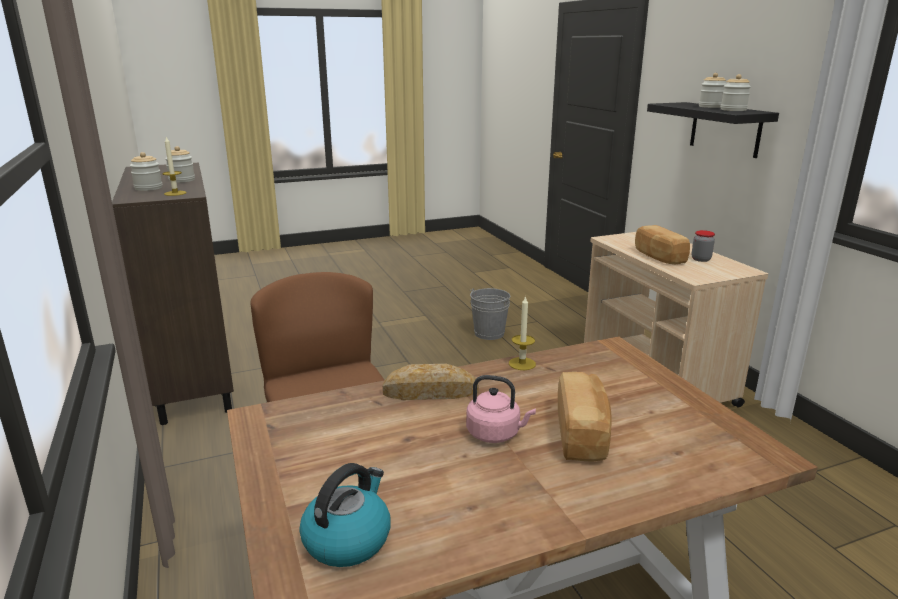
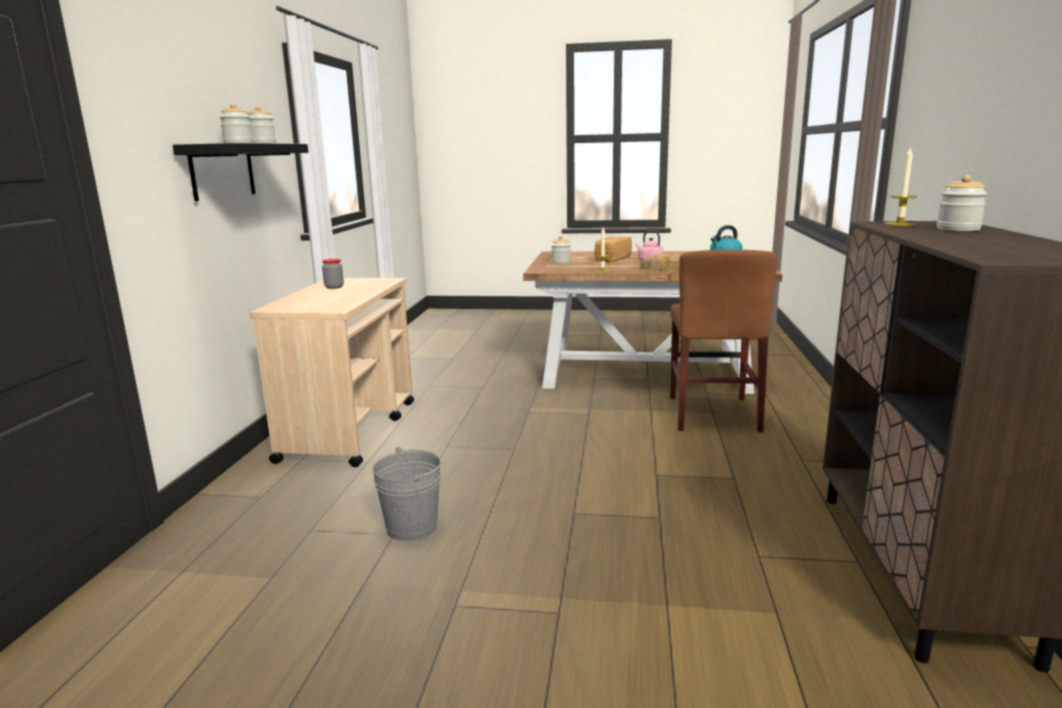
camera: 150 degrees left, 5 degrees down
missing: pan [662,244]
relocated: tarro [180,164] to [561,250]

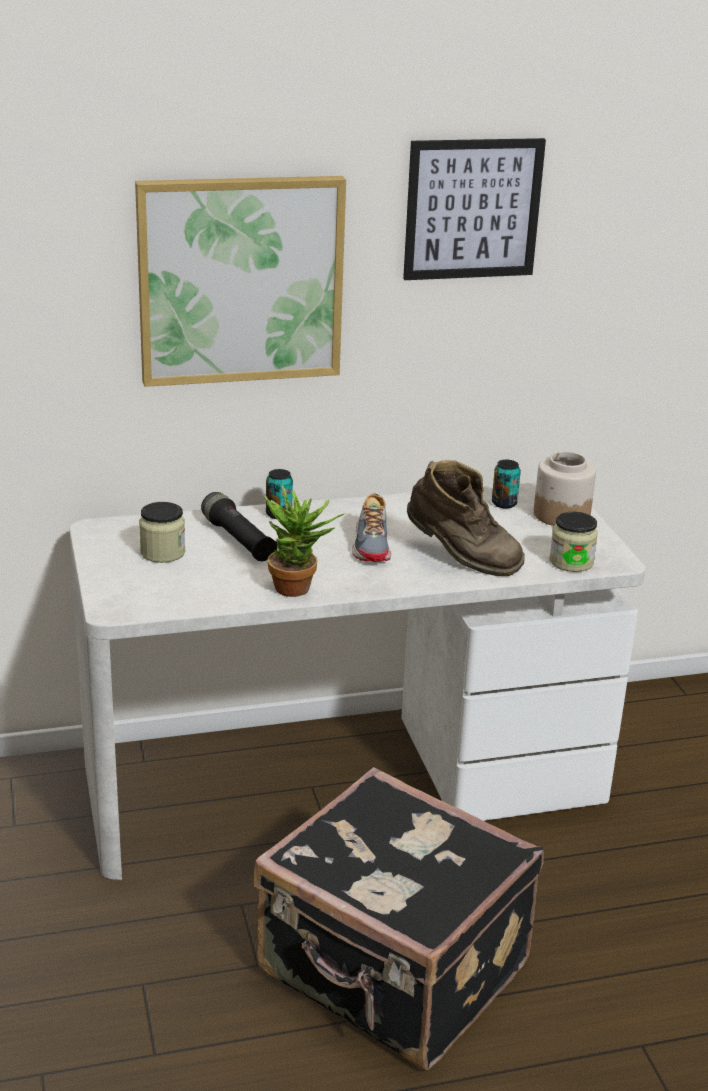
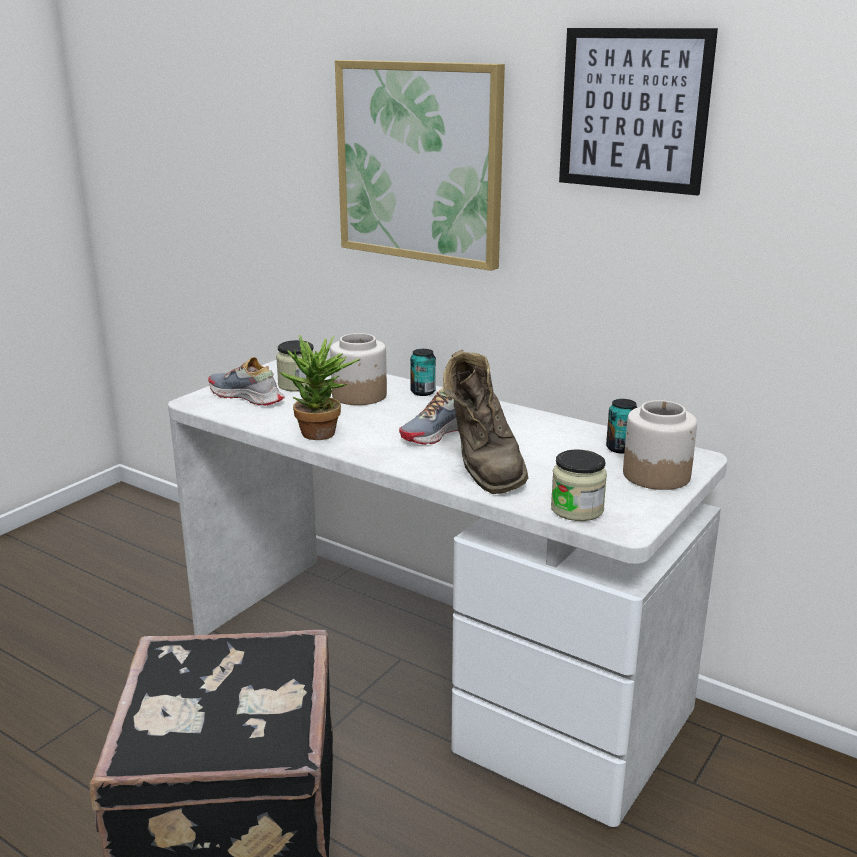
camera: 50 degrees right, 5 degrees down
appeared: zapato [246,381]
exchanged: linterna/negro [239,526] to tarro [358,369]

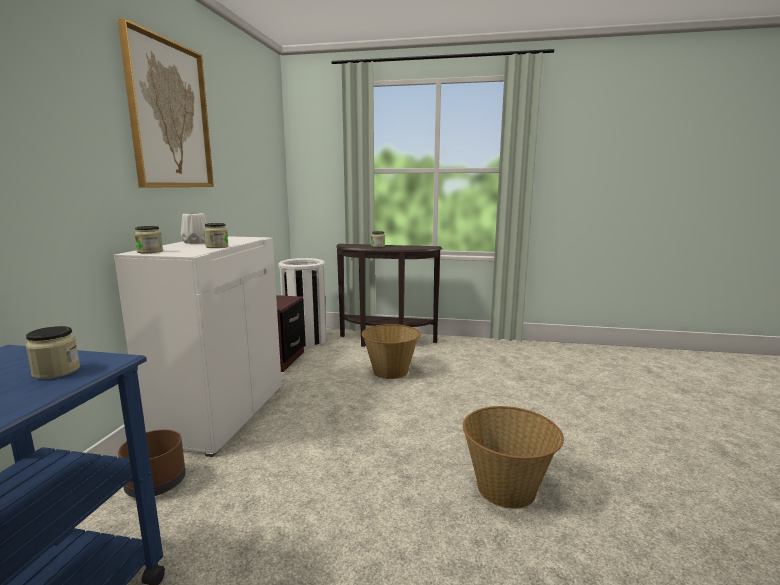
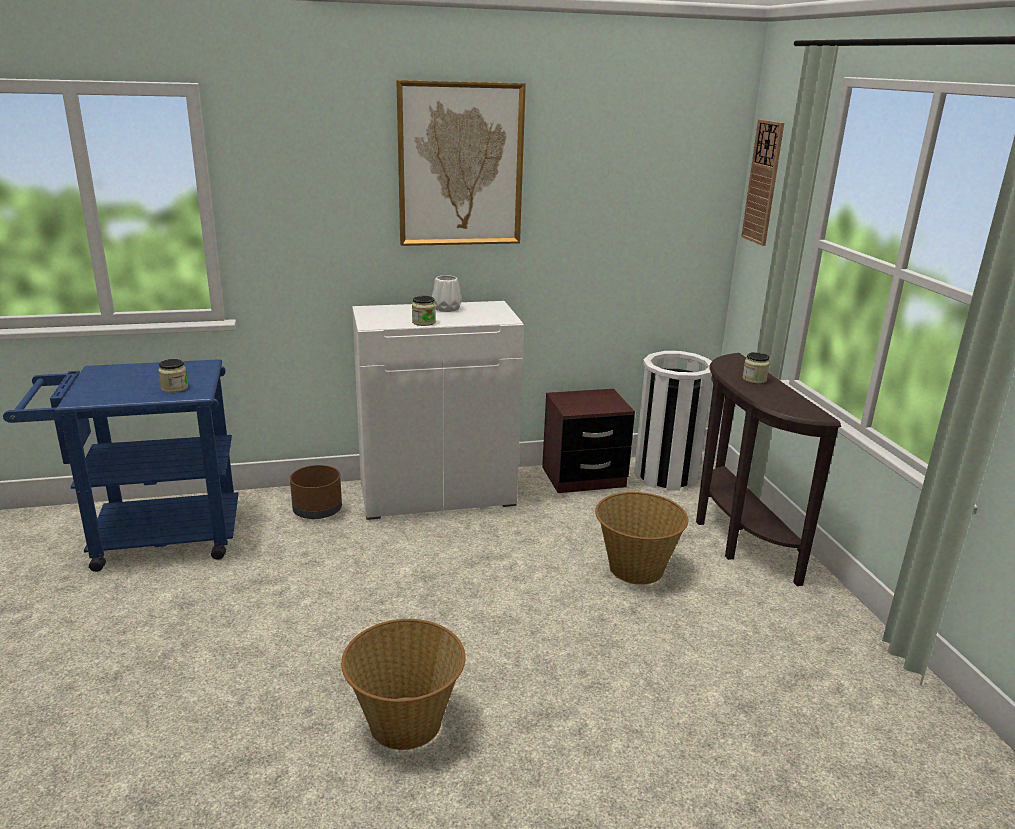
camera: 65 degrees right, 10 degrees up
missing: tarro [148,239]
appeared: reloj de pared [762,182]

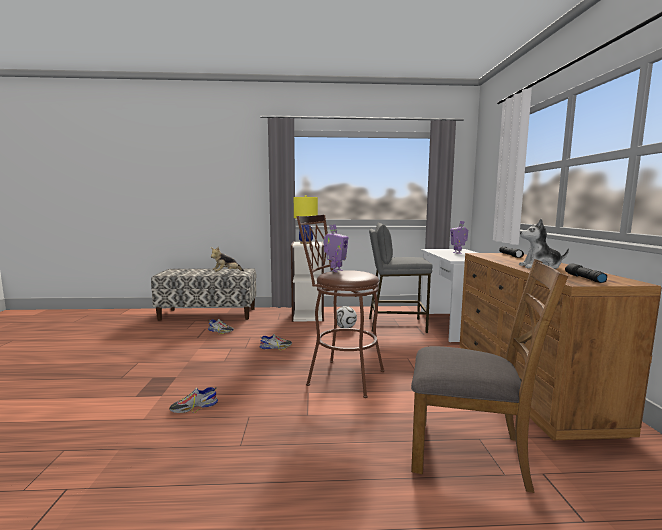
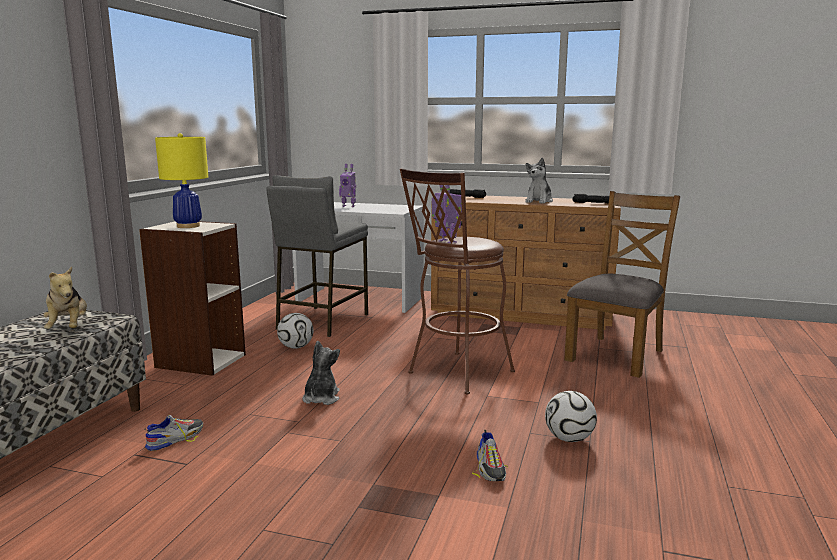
camera: 70 degrees left, 5 degrees up
appeared: balón de fútbol [571,416]
exchanged: zapato [276,342] to peluche [321,373]

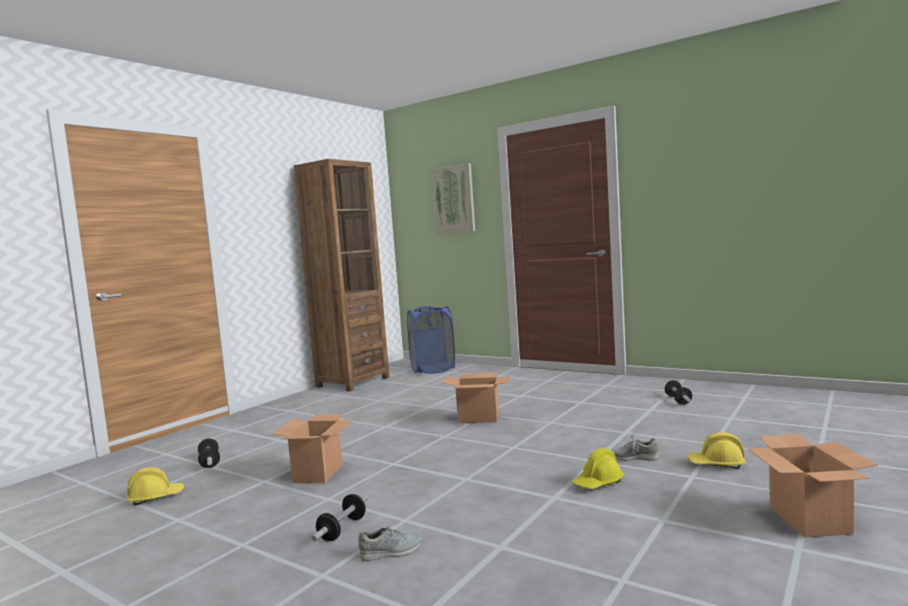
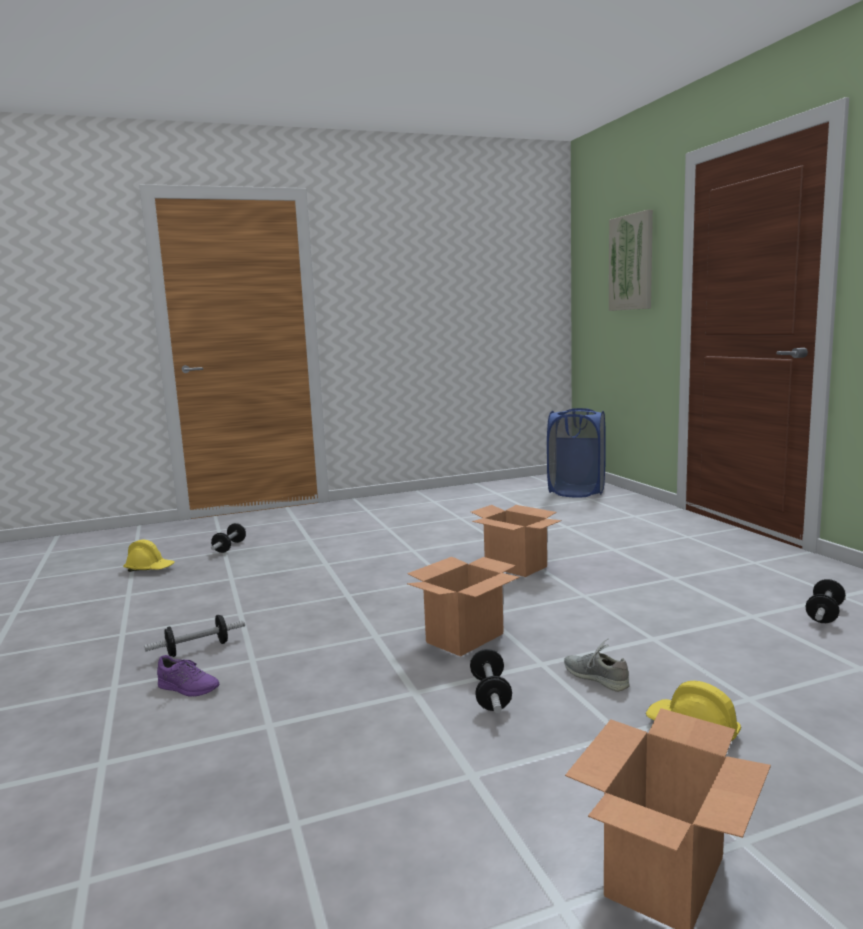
camera: 35 degrees right, 5 degrees up
missing: estantería/marrón [341,275]
relocated: caja de cartón [313,448] to [463,607]
exchanged: casco/amarillo [598,468] to mancuerna [491,681]
colour: zapato/gris [390,543] to zapato/morado [188,676]

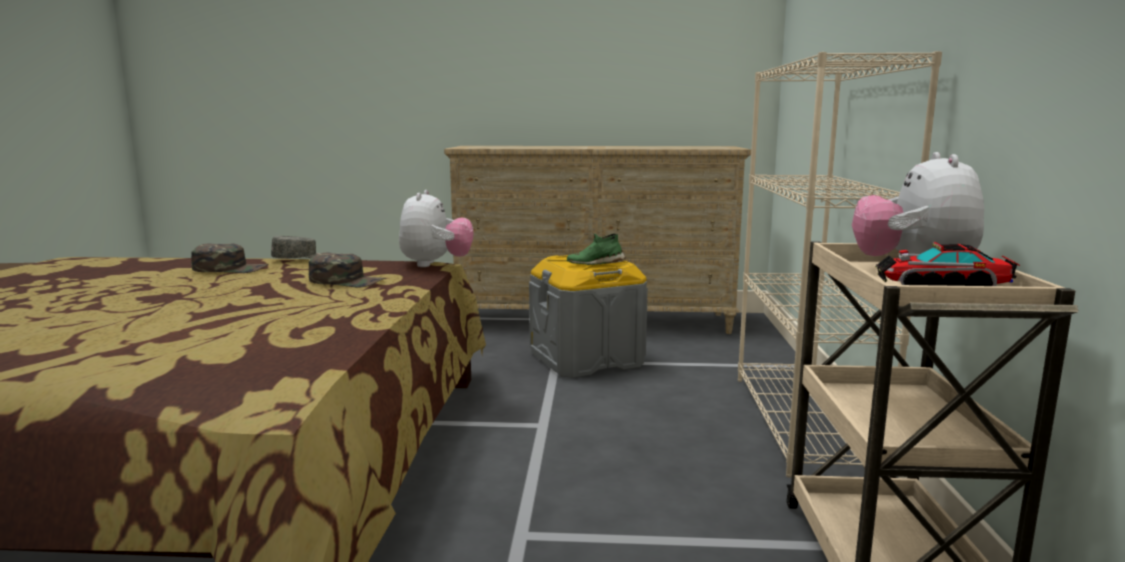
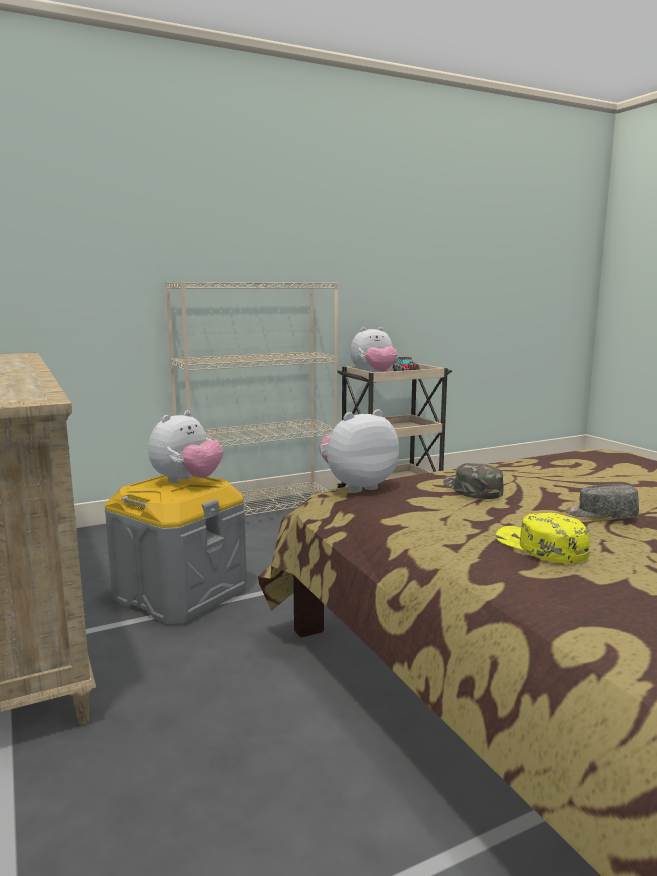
camera: 120 degrees left, 0 degrees up
relocated: gorra/gris [295,247] to [602,501]
exchanged: zapato/verde [596,249] to peluche [185,447]
colour: gorra/verde [230,258] to gorra/amarillo [543,538]

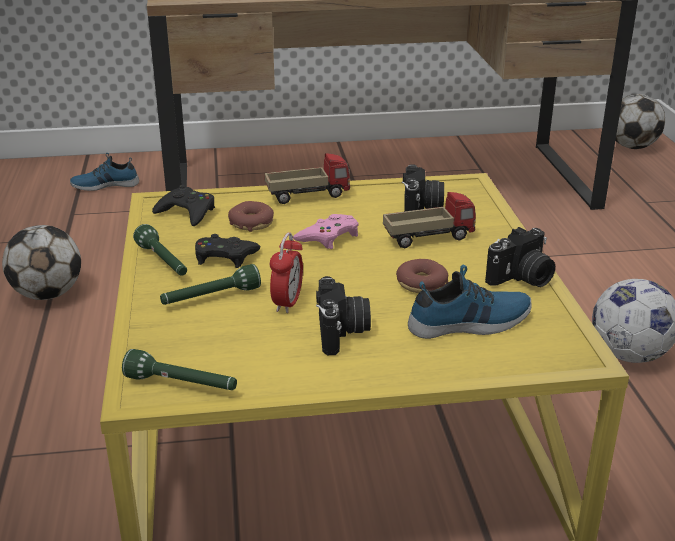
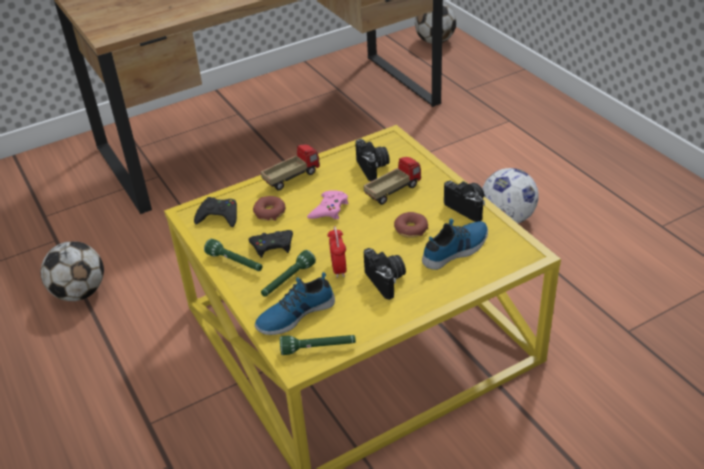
camera: 20 degrees left, 10 degrees up
relocated: zapato [104,172] to [295,303]
spun: cámara [520,257] = [464,201] 75 degrees counterclockwise

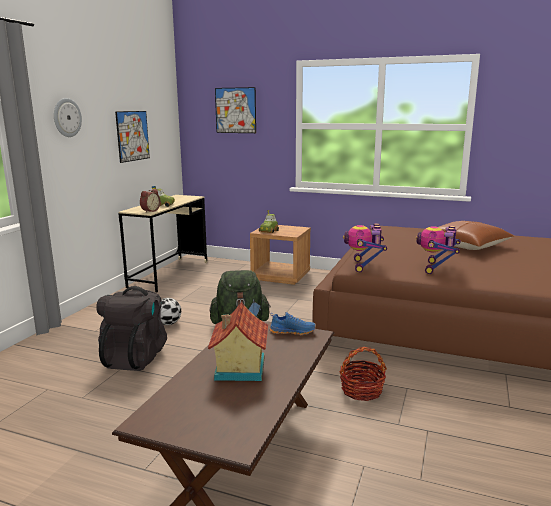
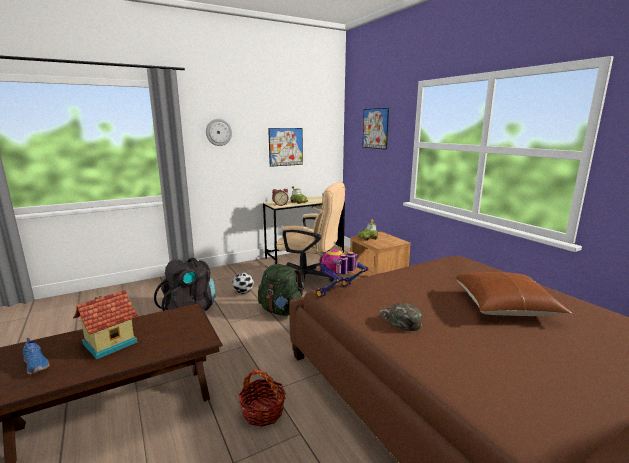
camera: 40 degrees right, 0 degrees up
appeared: silla de oficina/beis [310,236]
relocated: zapato/azul [293,323] to [36,356]
exchanged: robot de juguete [438,250] to gorra/verde [400,317]

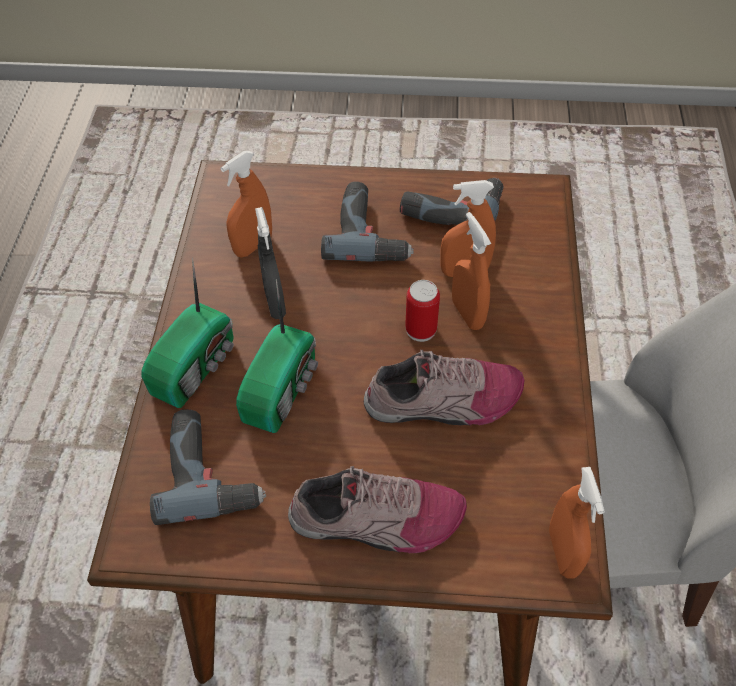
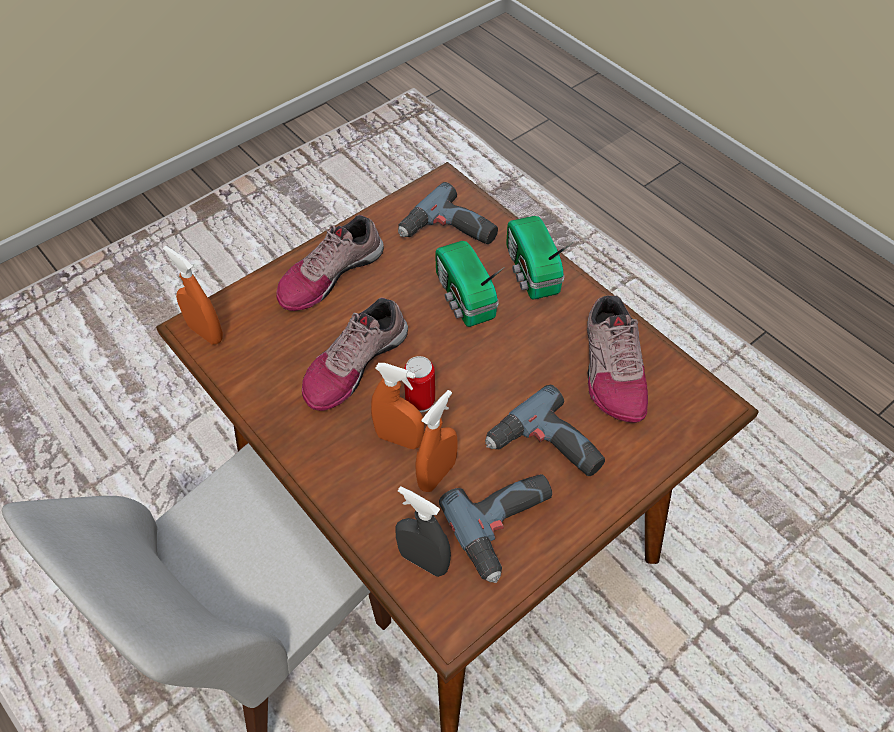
camera: 135 degrees right, 0 degrees up
relocated: pulverizador/gris [270,263] to [423,531]
exchanged: pulverizador/naranja [246,204] to zapato [617,359]

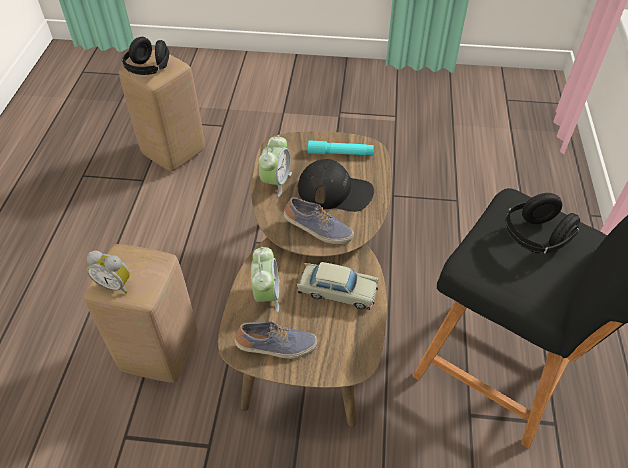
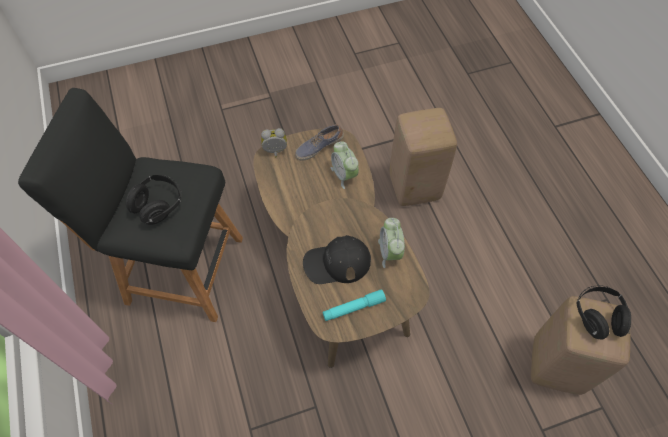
camera: 155 degrees right, 10 degrees up
missing: zapato [319,220]; coche de juguete/beis [337,286]
relocated: despertador [108,272] to [274,143]

